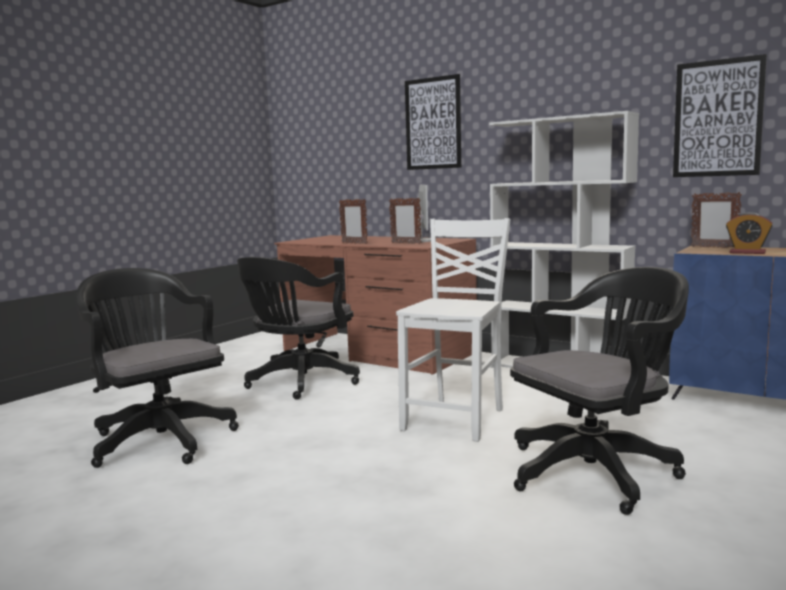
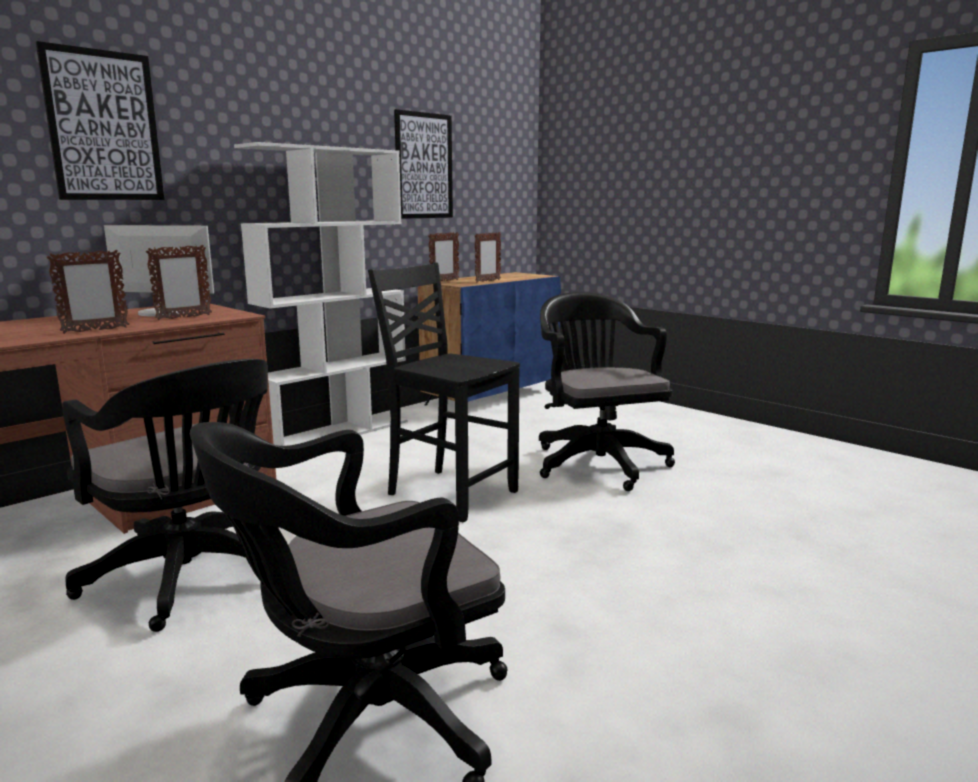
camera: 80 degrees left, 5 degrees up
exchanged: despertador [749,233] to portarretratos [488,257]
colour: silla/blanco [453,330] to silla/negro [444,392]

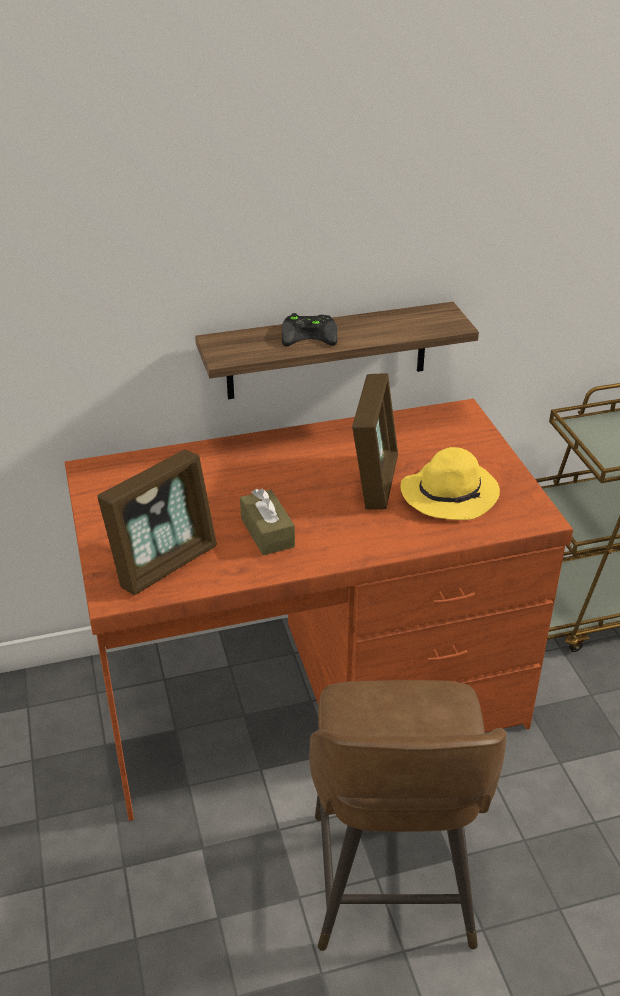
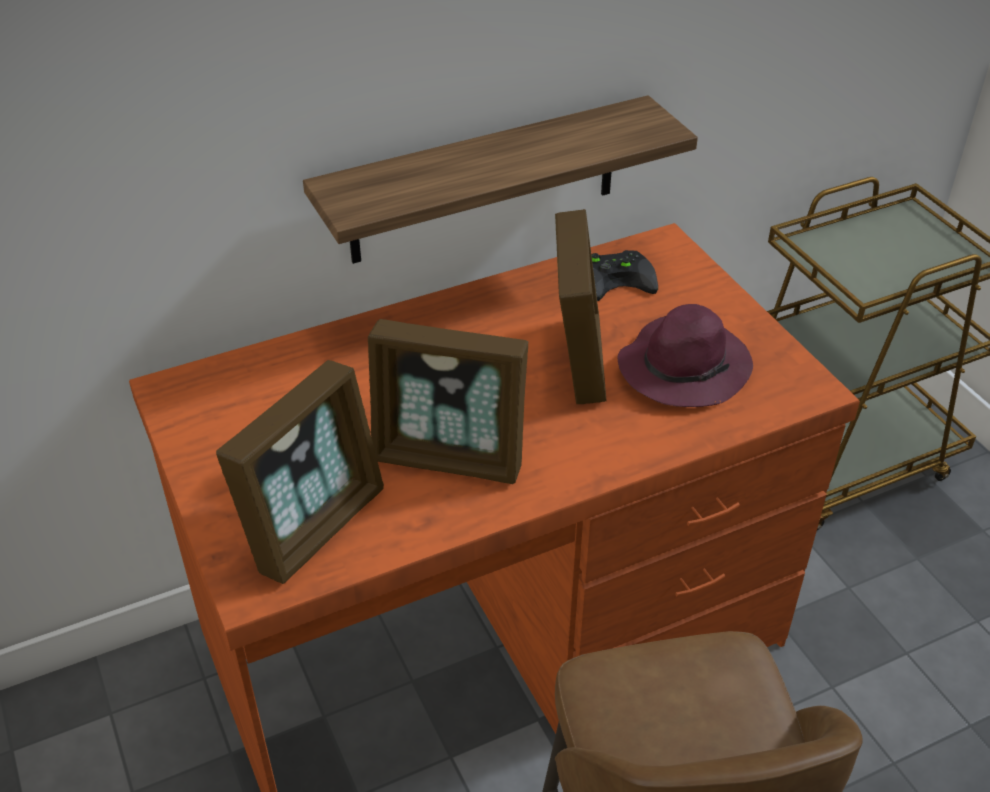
camera: 10 degrees left, 5 degrees up
relocated: mando de consola/negro [309,329] to [625,275]
exchanged: caja de pañuelos/marrón [267,522] to portarretratos [448,401]
colour: sombrero/amarillo [450,483] to sombrero/morado [685,355]

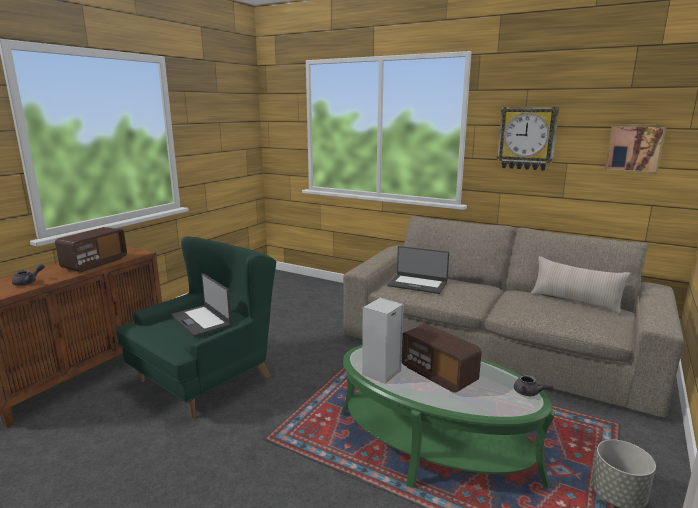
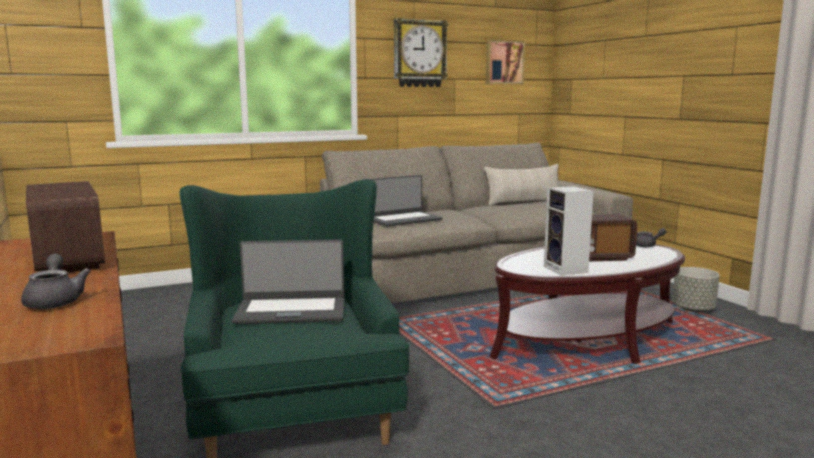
camera: 55 degrees left, 5 degrees down
colour: mesa de centro/verde [448,416] to mesa de centro/marrón [587,304]

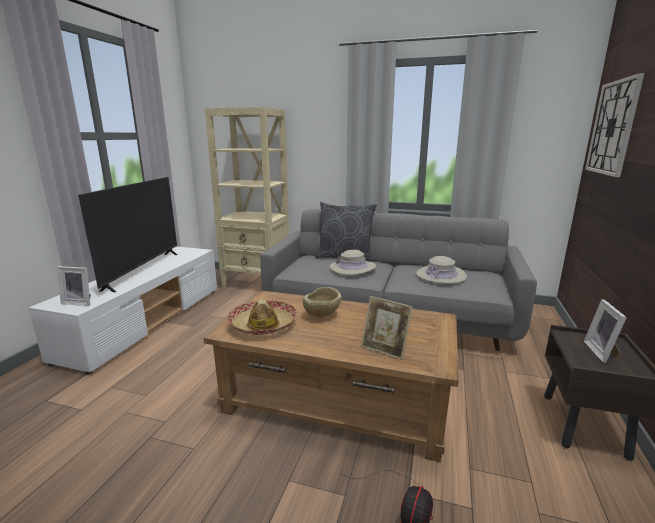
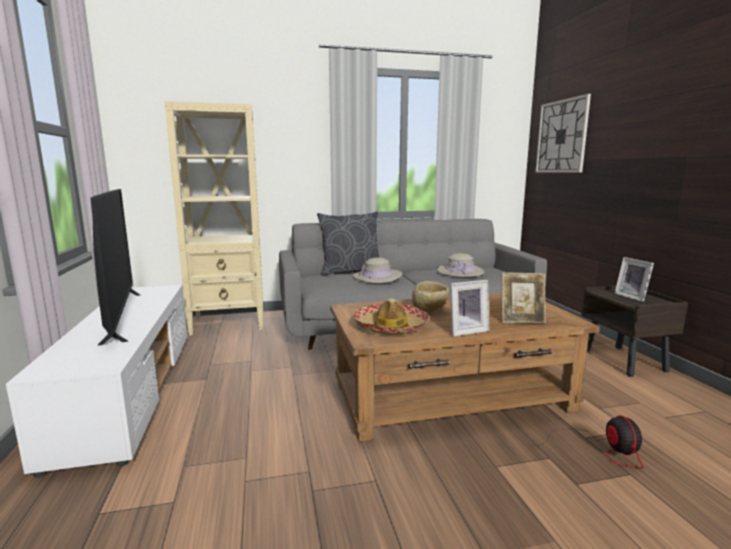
camera: 30 degrees left, 5 degrees down
relocated: portarretratos [74,286] to [469,308]

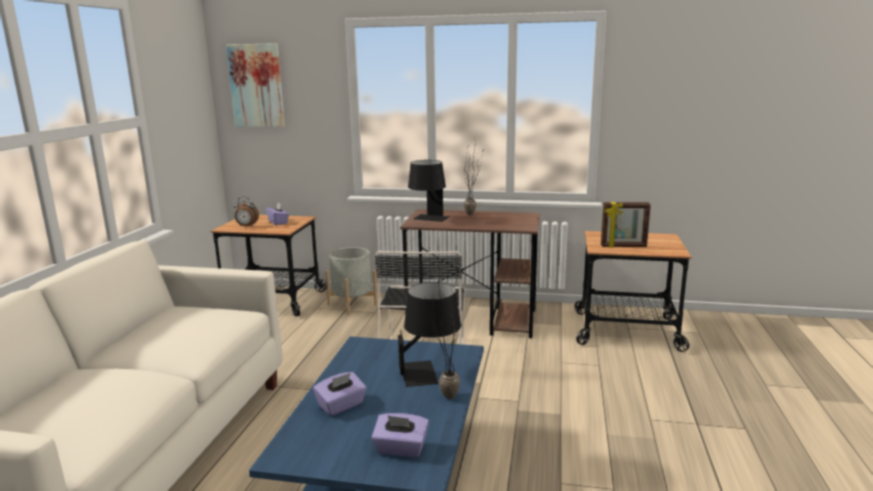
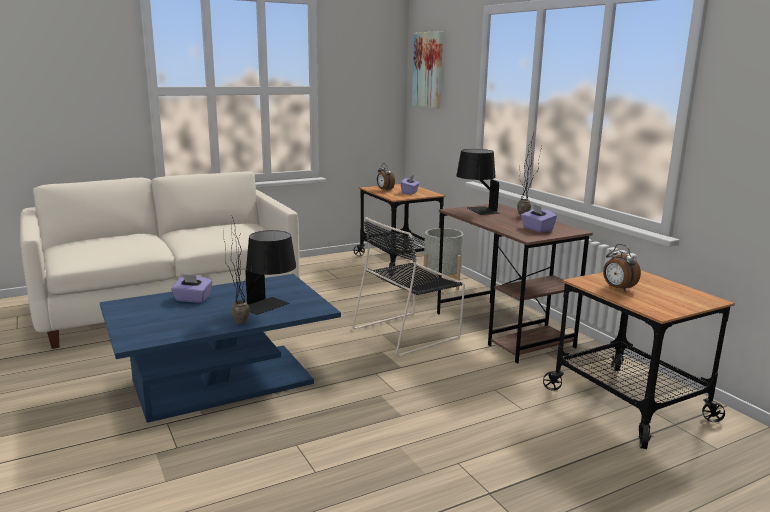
camera: 50 degrees right, 0 degrees up
relocated: caja de pañuelos/morado [400,435] to [539,218]
exchanged: portarretratos [626,224] to despertador [622,268]

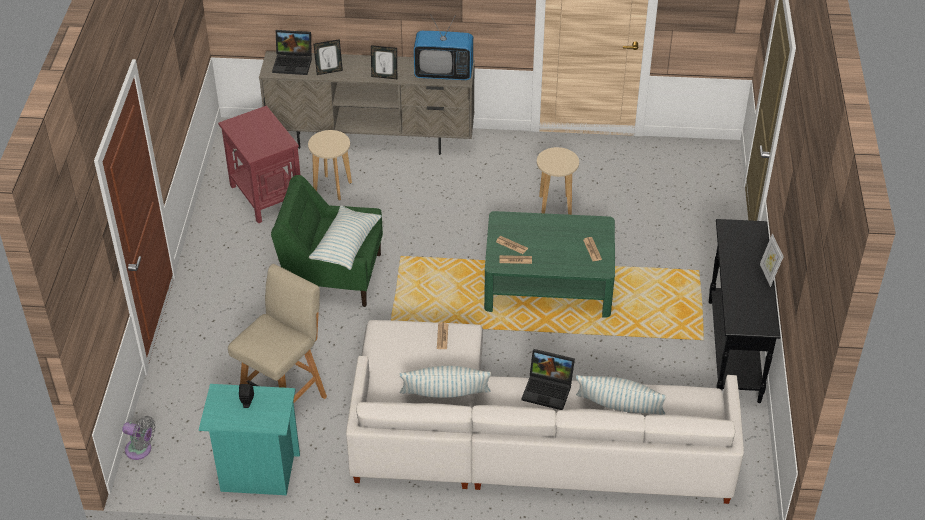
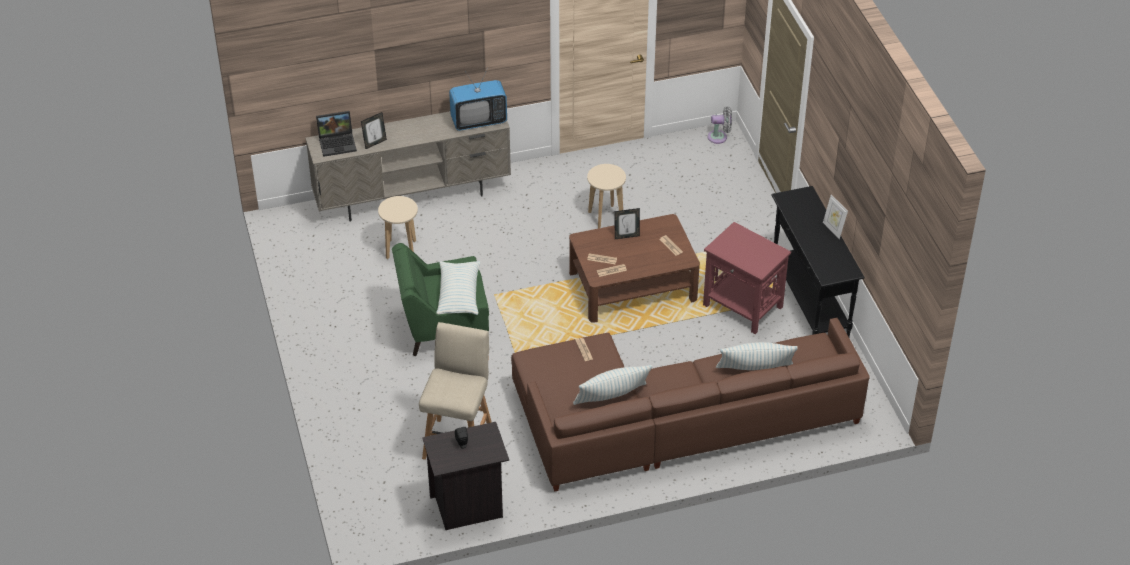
camera: 20 degrees left, 0 degrees up
missing: portátil [548,379]
relocated: portarretratos [384,62] to [627,223]; mesa auxiliar/rojo [259,164] to [747,278]; ventilador/gris [139,438] to [720,125]
colour: mesita de noche/turquesa [249,439] to mesita de noche/negro [465,476]; sofá/blanco [545,412] to sofá/marrón [690,405]; mesa de centro/verde [549,264] to mesa de centro/marrón [634,268]

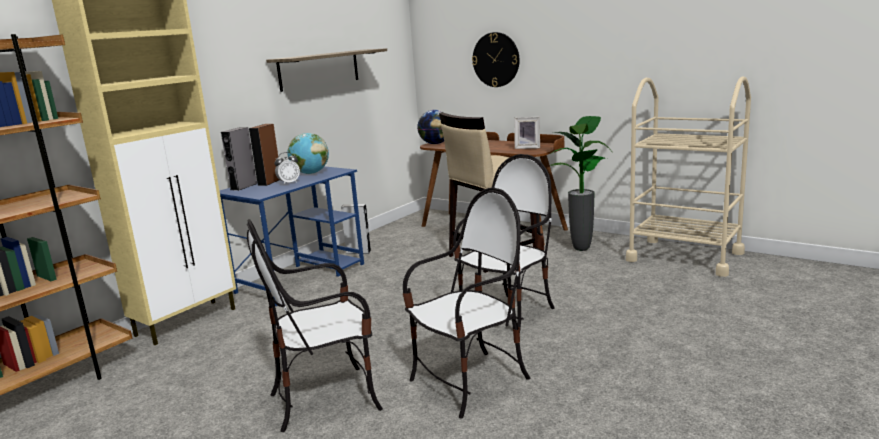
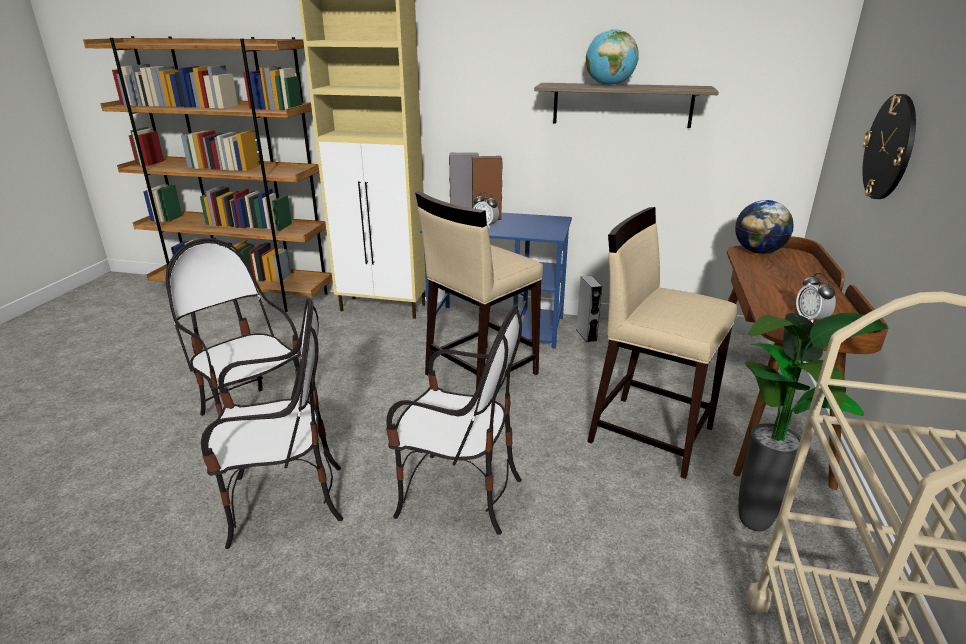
camera: 65 degrees right, 10 degrees up
appeared: taburete/beis [479,290]
relocated: globo terráqueo [308,153] to [612,57]
exchanged: portarretratos [527,133] to despertador [816,298]
spun: silla [466,303] = [272,423] 45 degrees counterclockwise

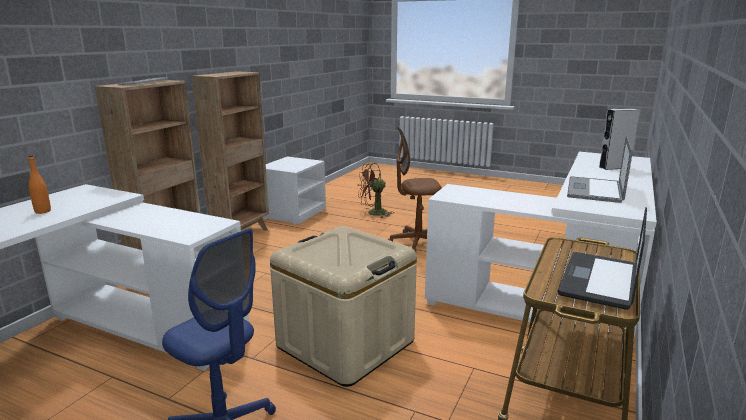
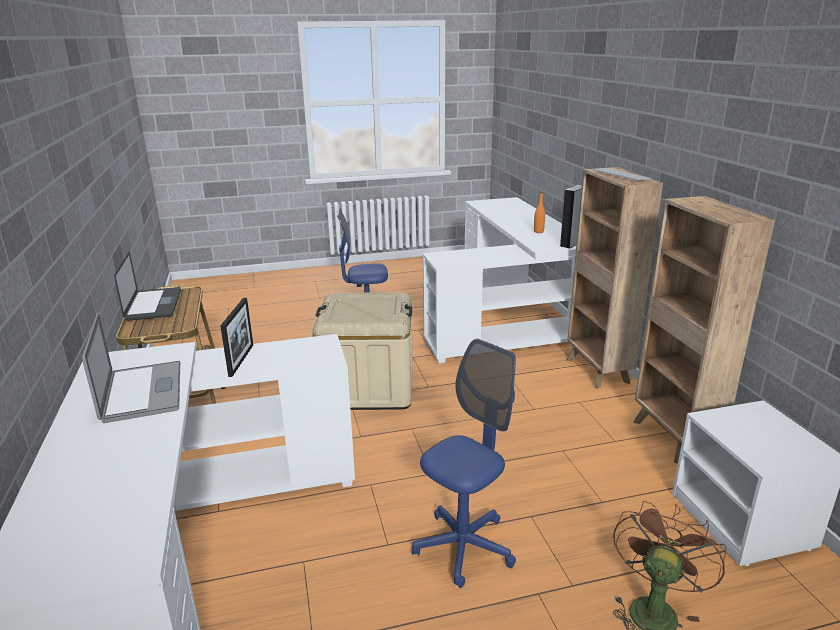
camera: 140 degrees right, 5 degrees up
appeared: portarretratos [236,337]
relocated: altavoz/gris [619,139] to [571,217]
colour: silla de oficina/marrón [414,188] to silla de oficina/azul [464,463]

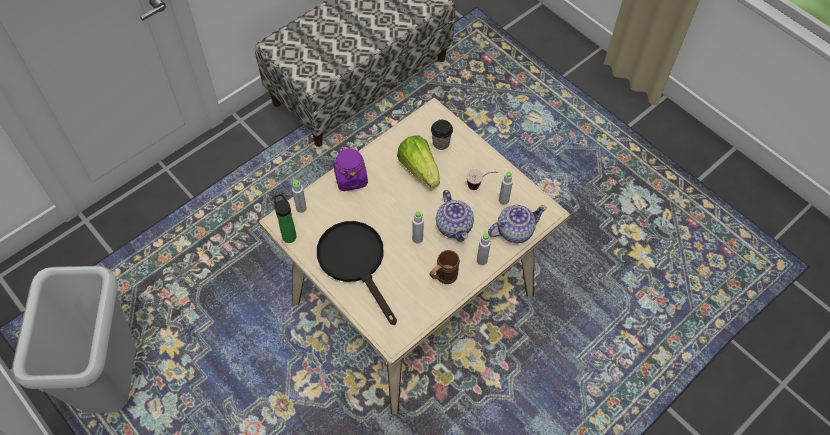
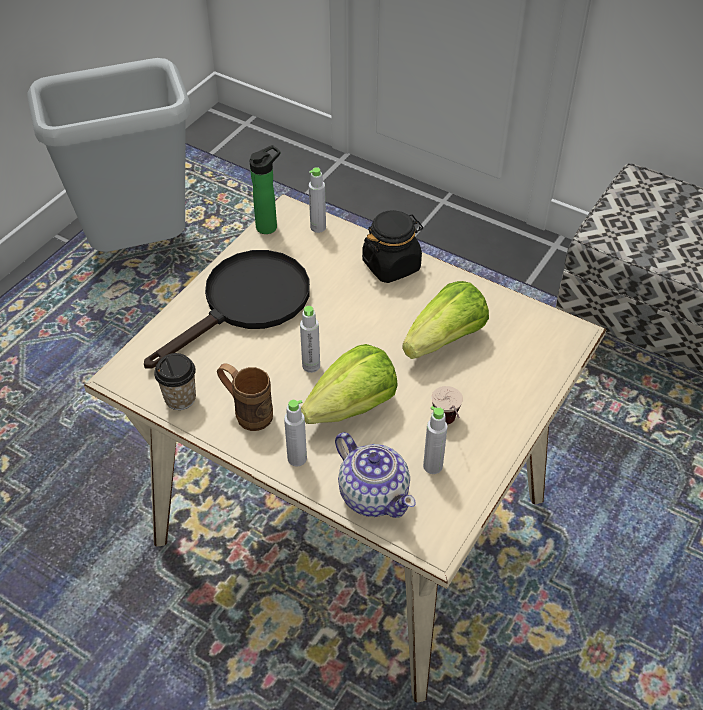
camera: 75 degrees right, 10 degrees down
relocated: taza [442,135] to [175,381]
exchanged: tetera [455,216] to lechuga [349,384]
colour: tarro/morado [351,168] to tarro/negro [392,246]

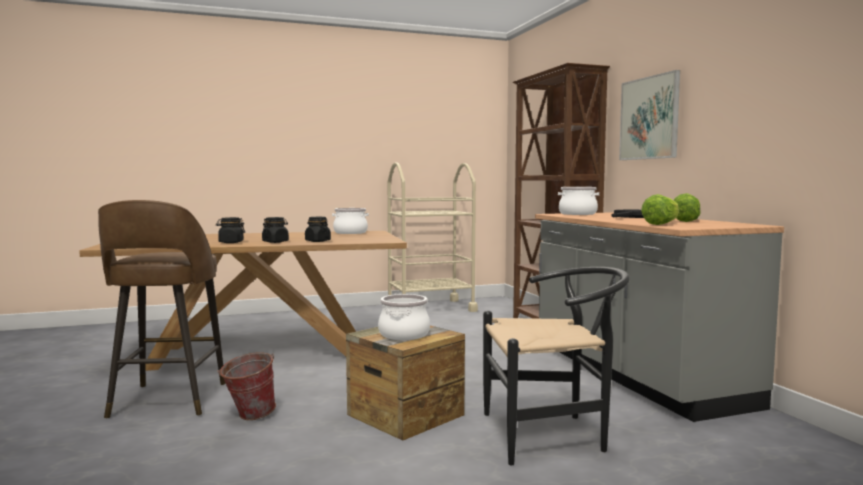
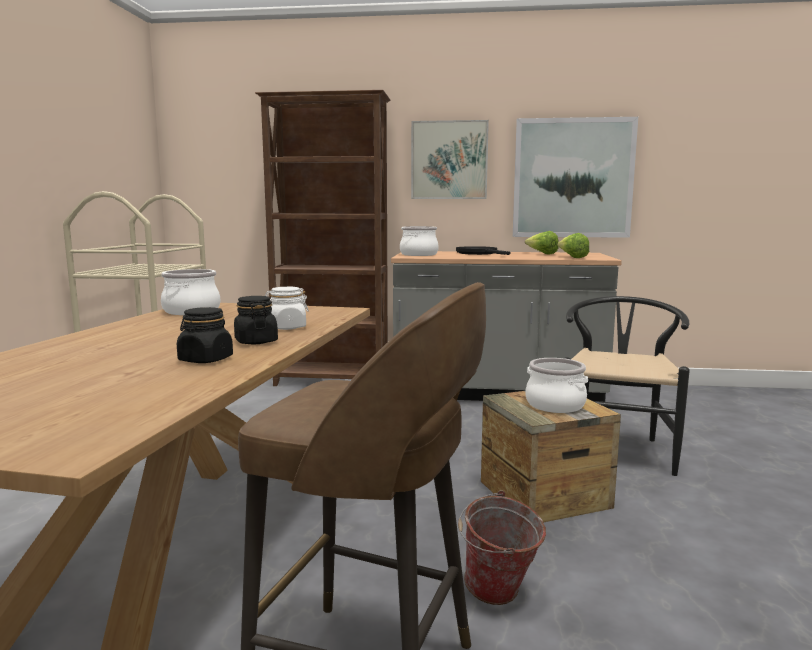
camera: 65 degrees left, 5 degrees up
appeared: cuadro [575,177]
colour: tarro/negro [318,229] to tarro/blanco [287,308]

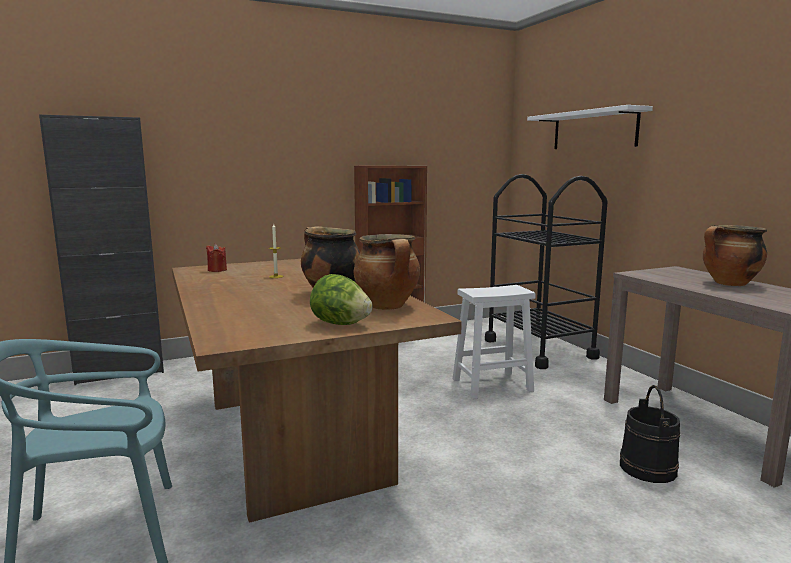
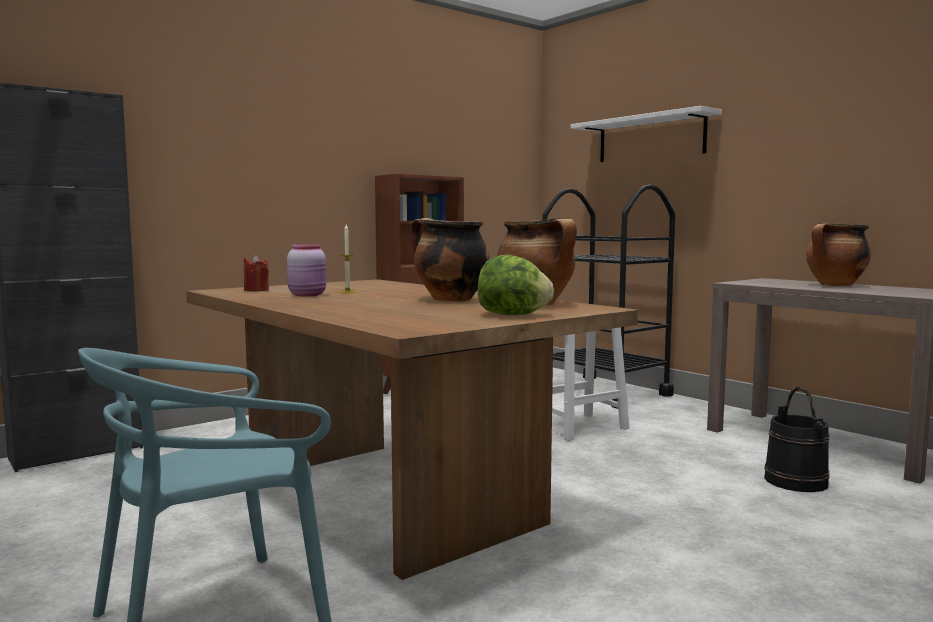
camera: 15 degrees left, 5 degrees down
appeared: tarro/rosa [306,270]

